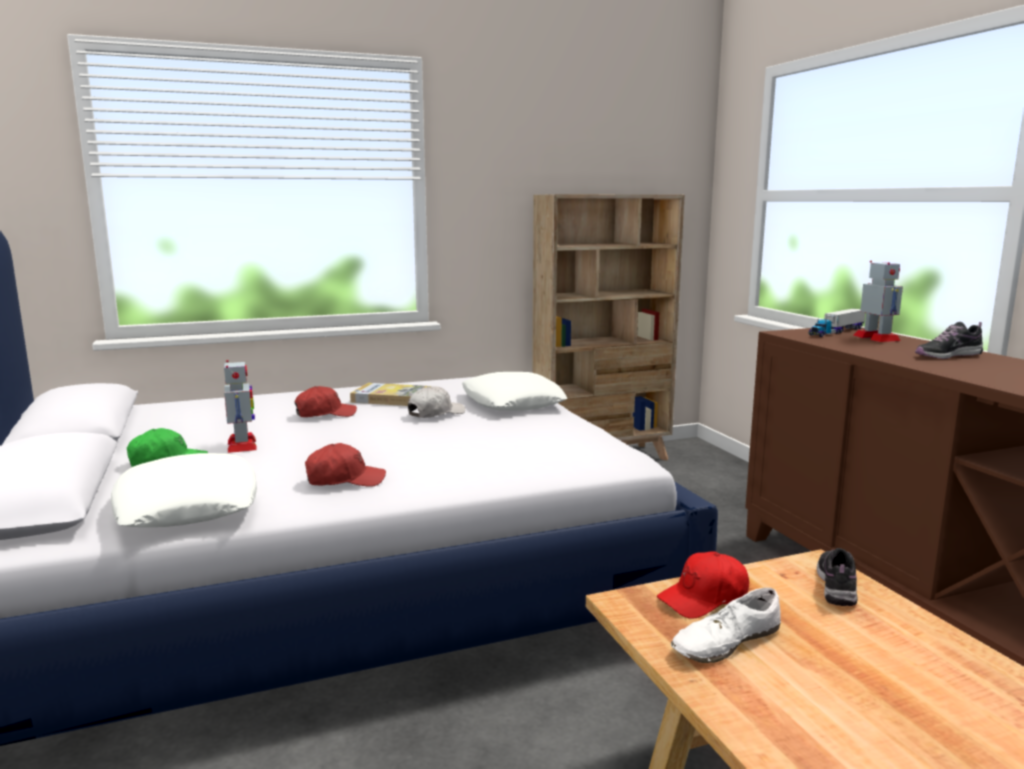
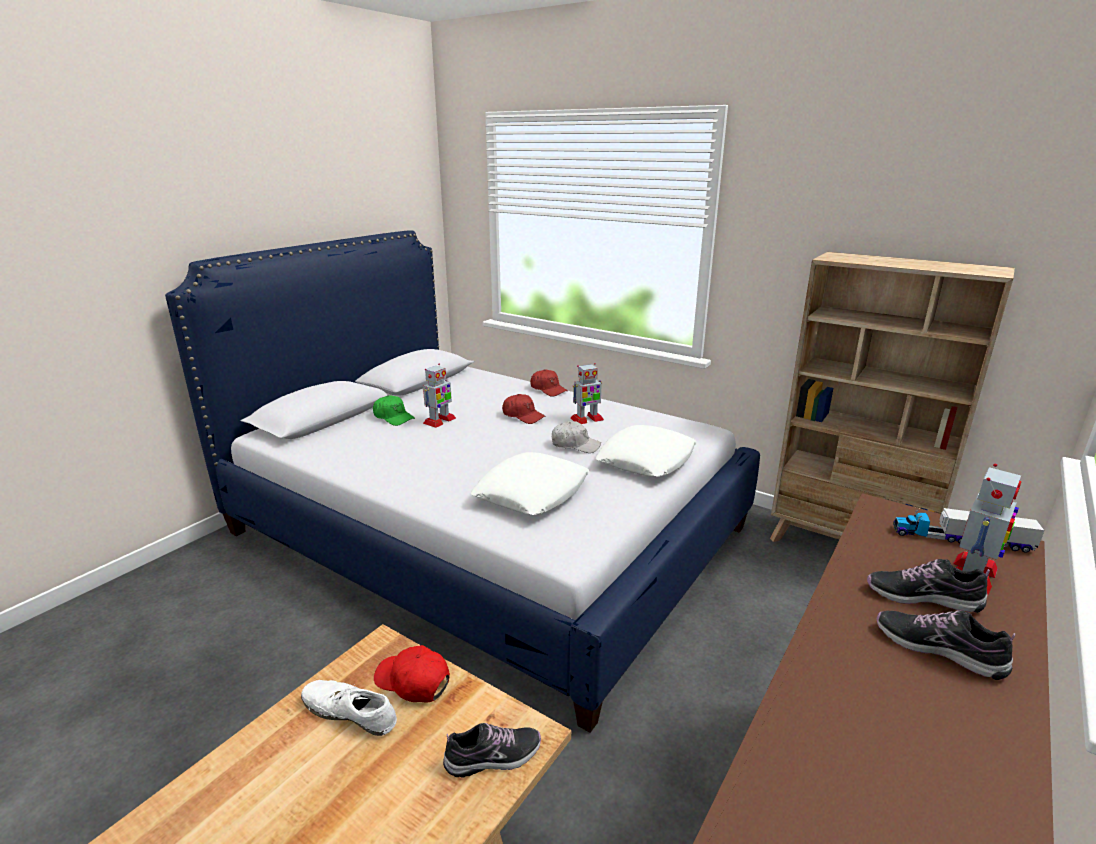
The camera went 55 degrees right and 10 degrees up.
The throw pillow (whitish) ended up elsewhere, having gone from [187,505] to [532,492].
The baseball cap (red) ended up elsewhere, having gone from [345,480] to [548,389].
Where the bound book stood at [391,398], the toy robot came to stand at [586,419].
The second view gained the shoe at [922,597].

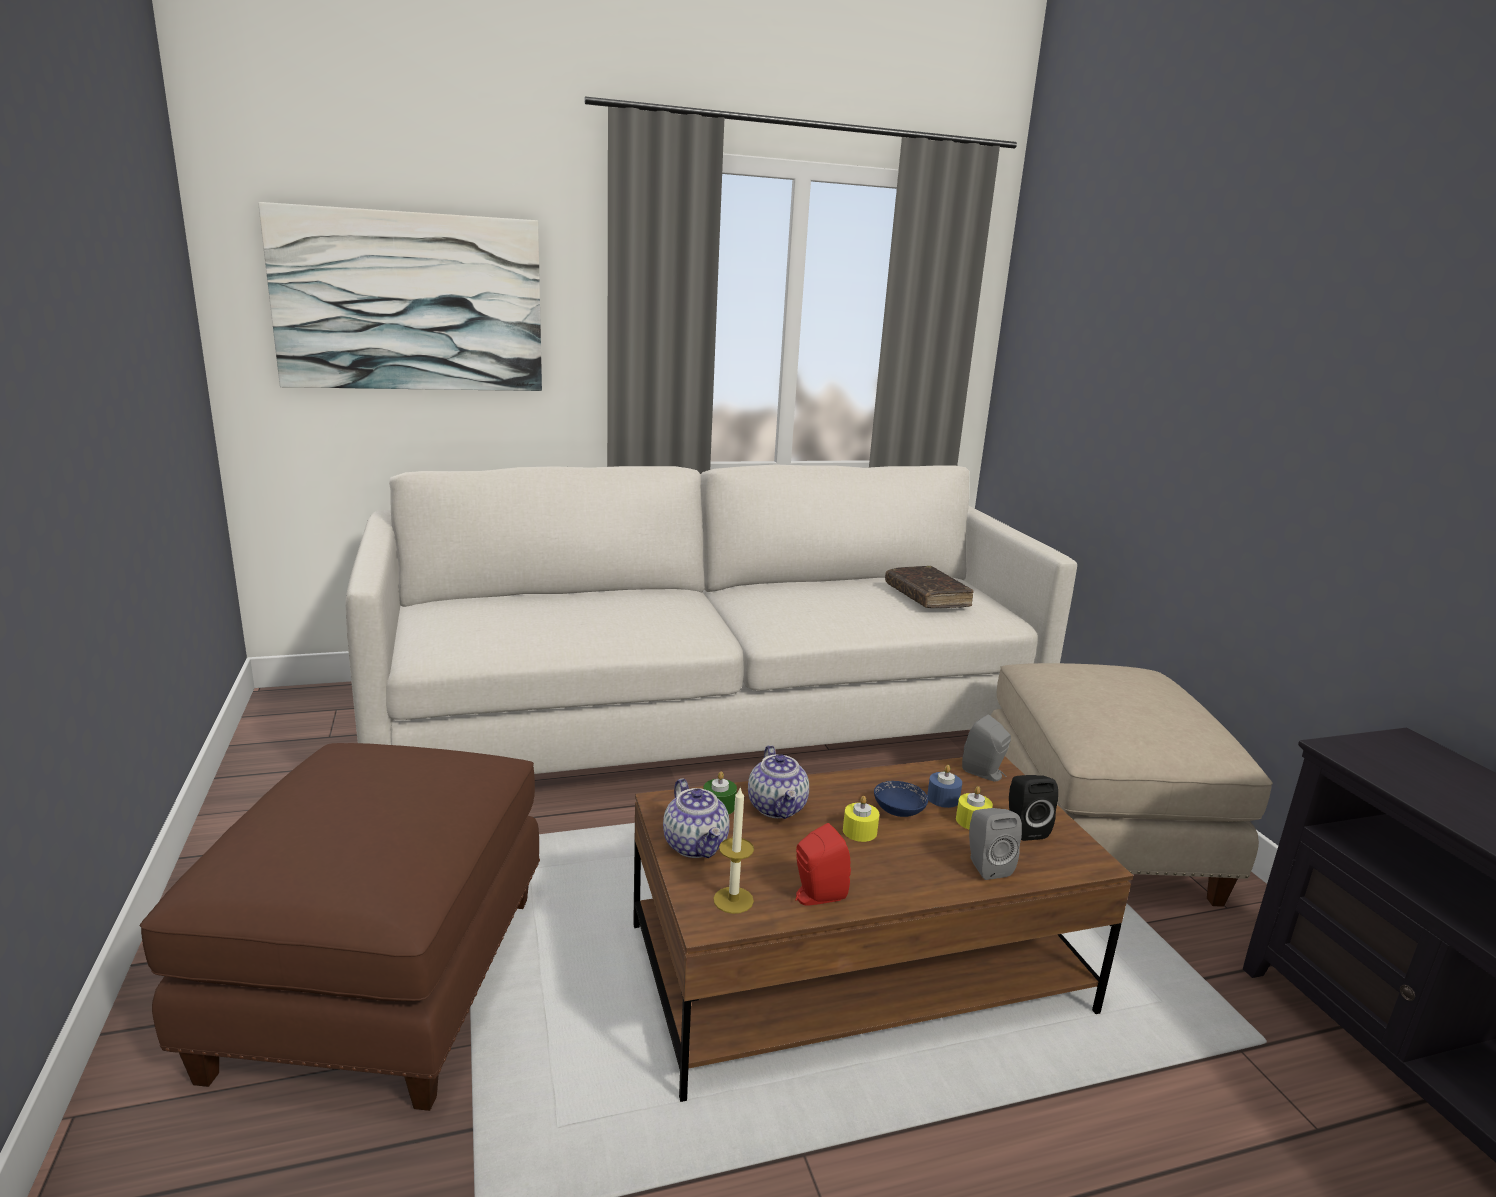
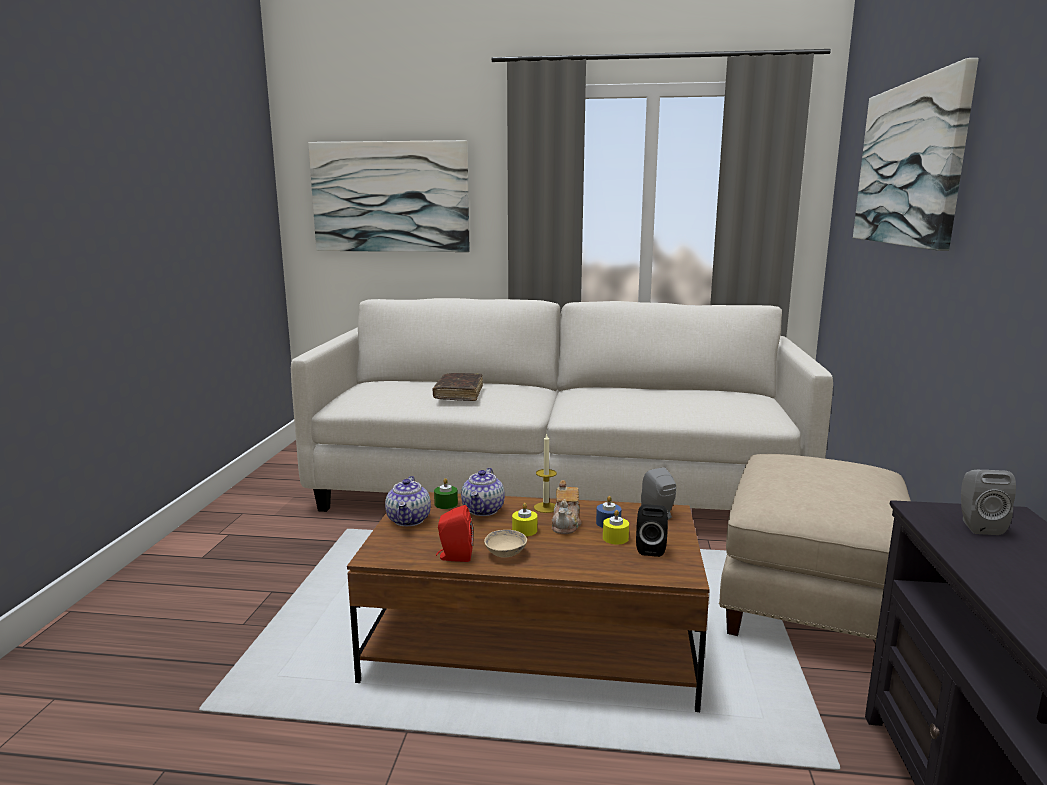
The camera went 25 degrees right and 5 degrees down.
The second view lost the pouffe (brown-coloured) at [379,980].
The candle ended up elsewhere, having gone from [733,900] to [545,507].
Where the deep dish (blue) stood at [898,811], the pot for tea came to stand at [566,524].
The bound book (brown-coloured) ended up elsewhere, having gone from [927,596] to [459,394].
The audio speaker (greyish) ended up elsewhere, having gone from [985,866] to [977,526].
The second view gained the deep dish (sand-coloured) at [505,553].
The second view gained the wall art at [909,164].

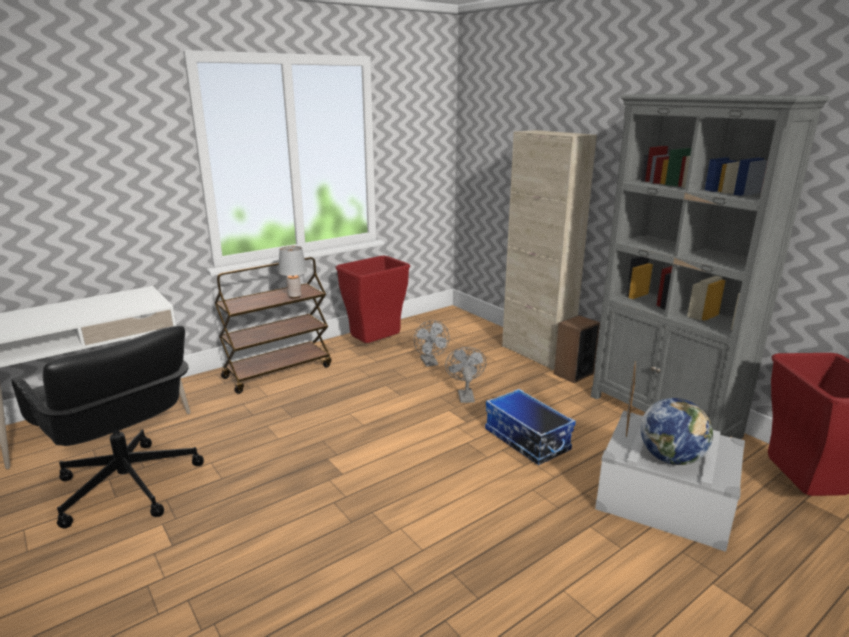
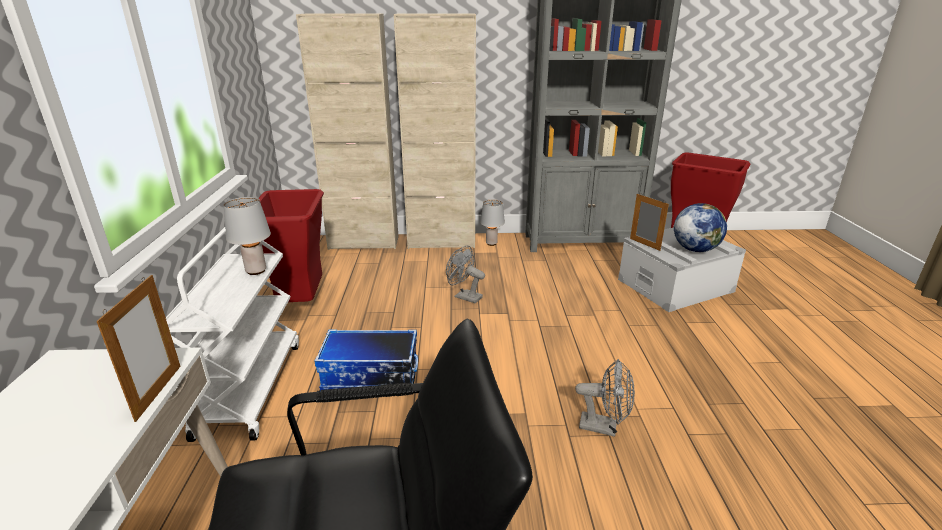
The camera went 55 degrees left and 5 degrees up.
What was the trolley (brown-coloured) at [278,371] turned into the trolley (whitish) at [250,387].
The fan (greyish) ended up elsewhere, having gone from [430,363] to [604,427].
The storage bin ended up elsewhere, having gone from [525,440] to [370,378].
Where the audio speaker stood at [573,374], the tabletop lamp (greyish) came to stand at [491,243].
The second view gained the picture frame at [159,392].
The second view gained the storage cabinet (sand-coloured) at [364,243].

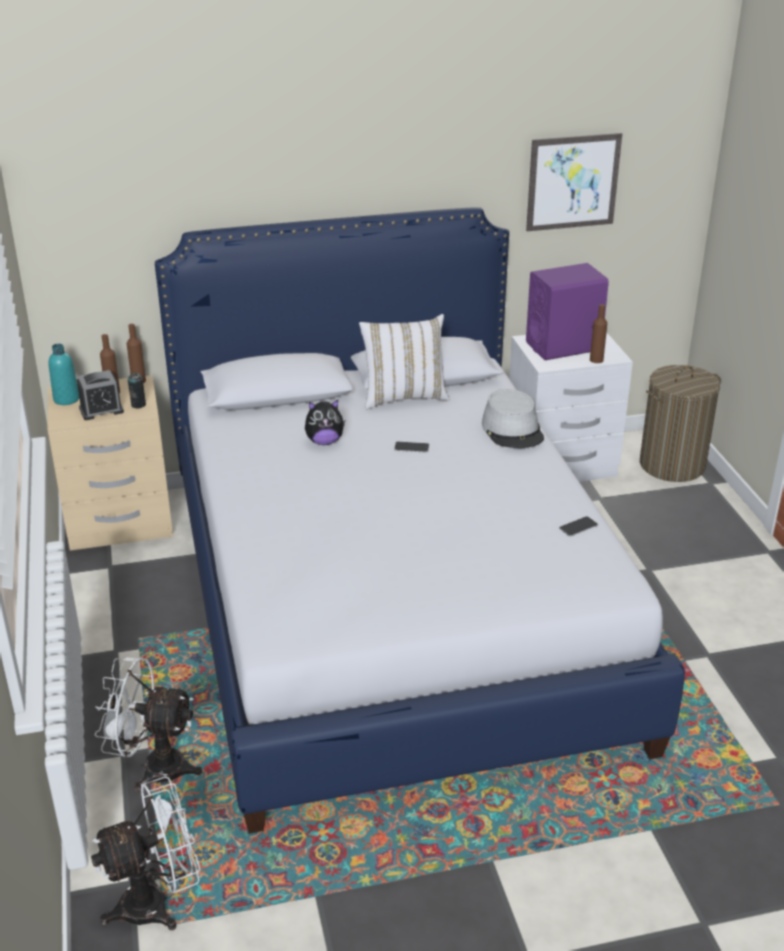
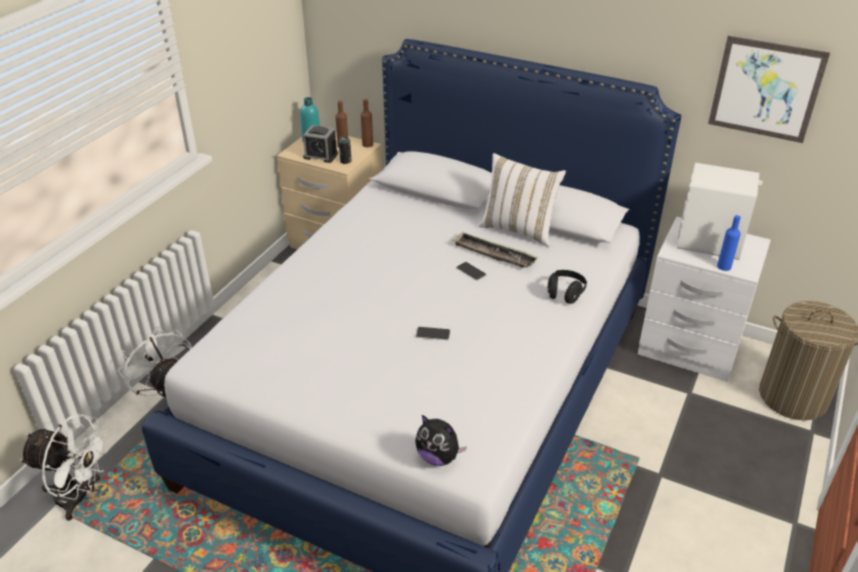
The camera went 40 degrees right and 5 degrees up.
The cuddly toy ended up elsewhere, having gone from [324,441] to [438,457].
Where the clothing hat (greyish) stood at [513,430], the headphones (black) came to stand at [565,294].
What was the audio speaker (purple) at [563,346] turned into the audio speaker (whitish) at [709,243].
The phone ended up elsewhere, having gone from [578,526] to [433,333].
What was the beverage bottle (brown-coloured) at [596,360] turned into the beverage bottle (blue) at [724,266].
The second view gained the carrying tray at [494,254].

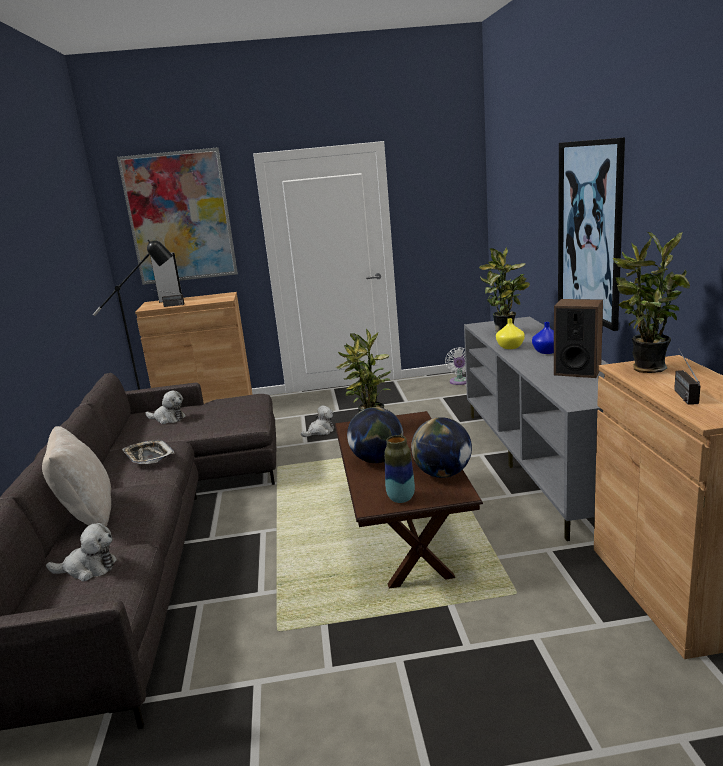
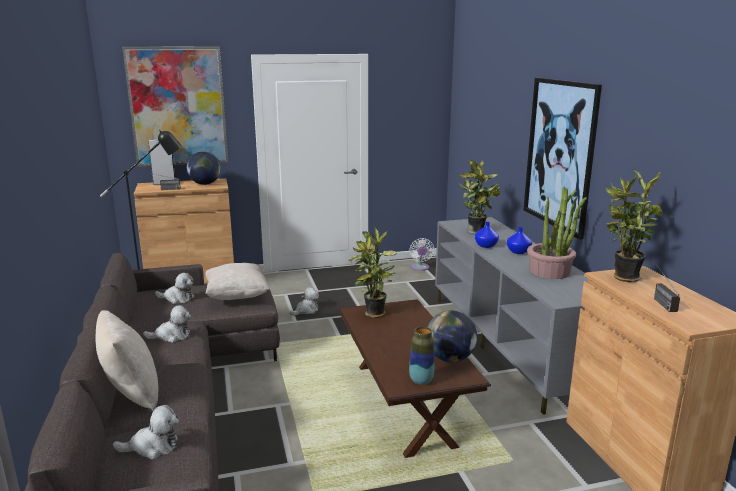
The camera went 10 degrees left and 0 degrees up.
Where the carrying tray stood at [148,456], the cuddly toy came to stand at [172,336].
The globe ended up elsewhere, having gone from [377,460] to [205,184].
What was the flower vase (yellow) at [509,347] turned into the flower vase (blue) at [485,245].
Where the audio speaker stood at [577,371], the plant in a pot came to stand at [550,271].
The second view gained the throw pillow (sand-coloured) at [237,296].

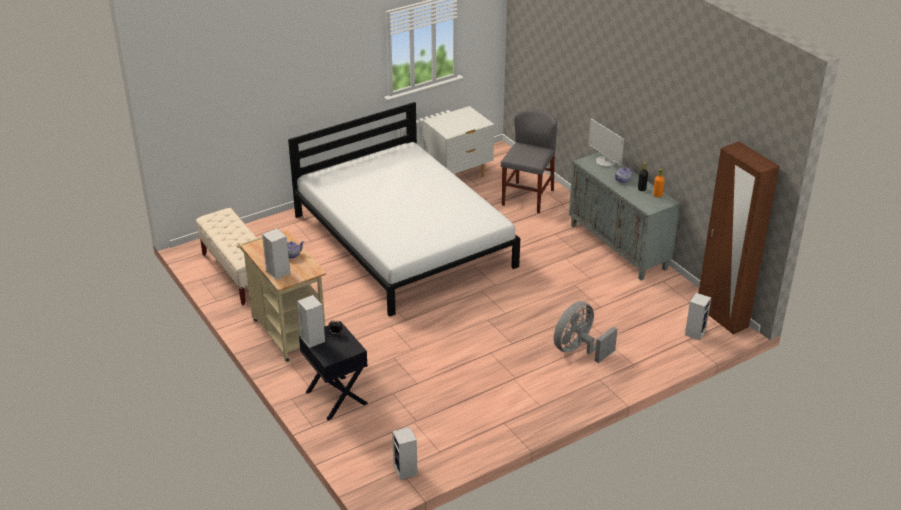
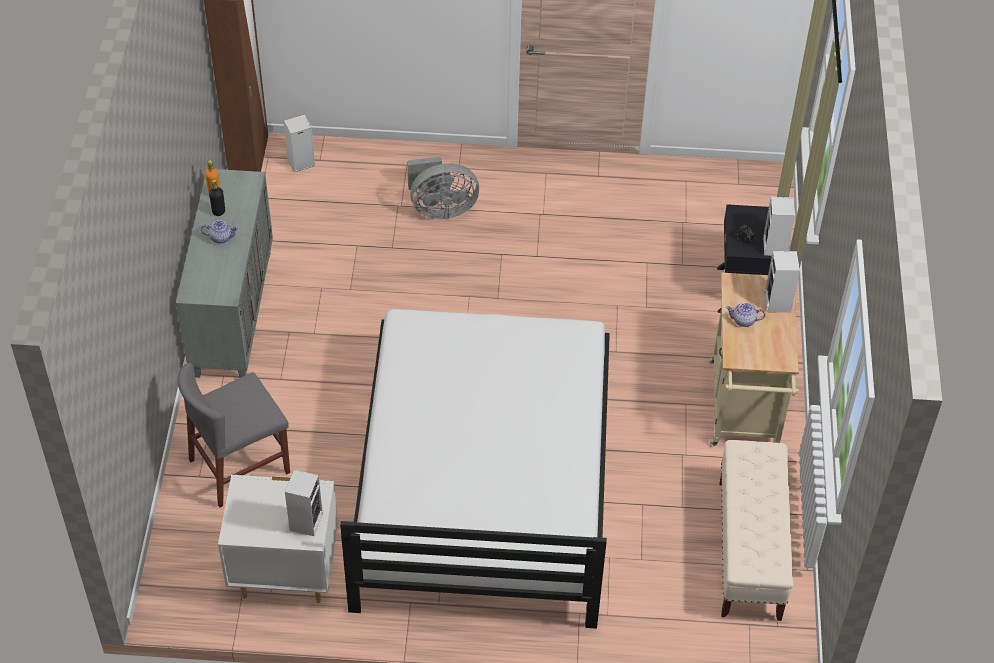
The camera went 145 degrees left and 15 degrees up.
The audio speaker ended up elsewhere, having gone from [406,471] to [306,520].
The second view lost the computer screen at [605,162].

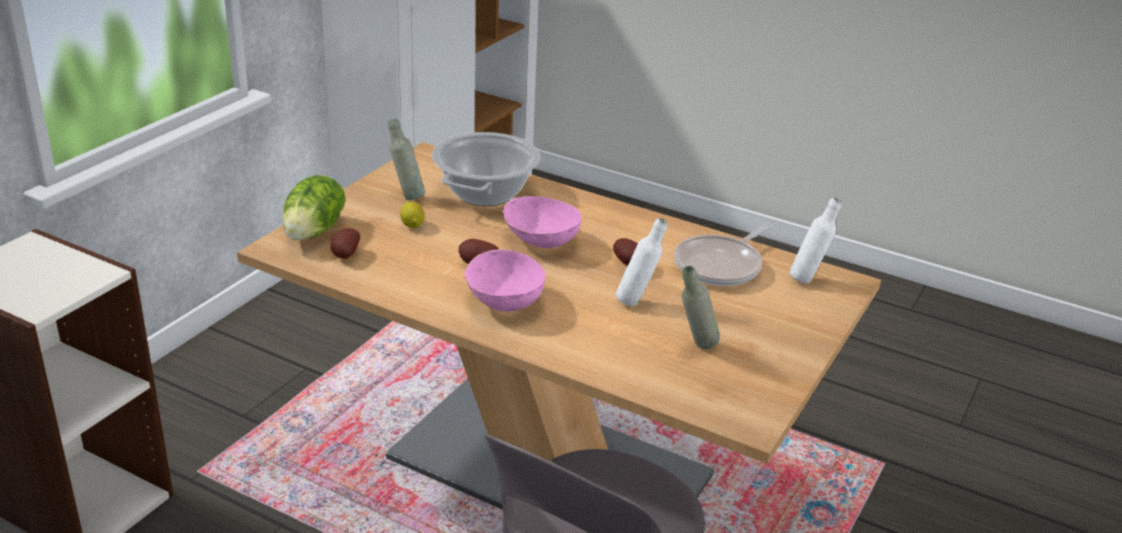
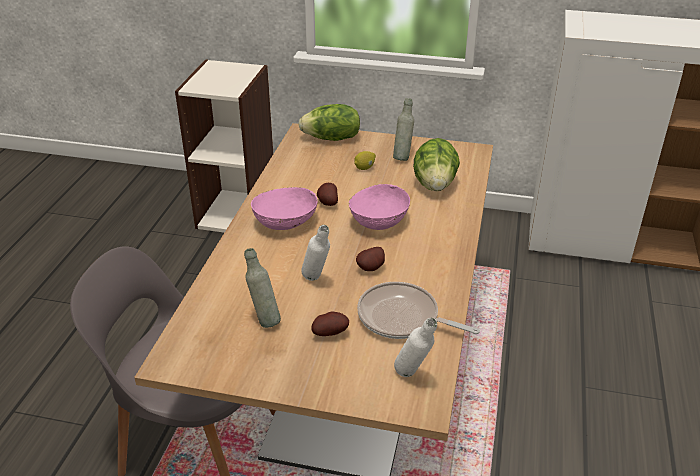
The camera went 75 degrees right and 5 degrees up.
The potato ended up elsewhere, having gone from [344,255] to [330,333].
Where the stockpot stood at [485,192], the head of lettuce came to stand at [435,185].

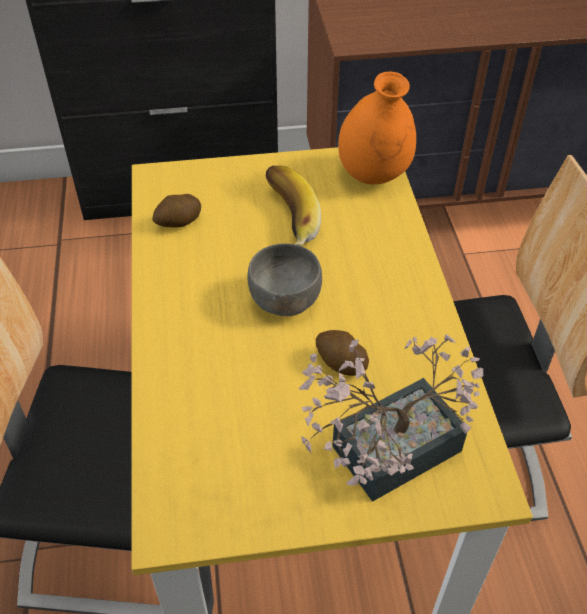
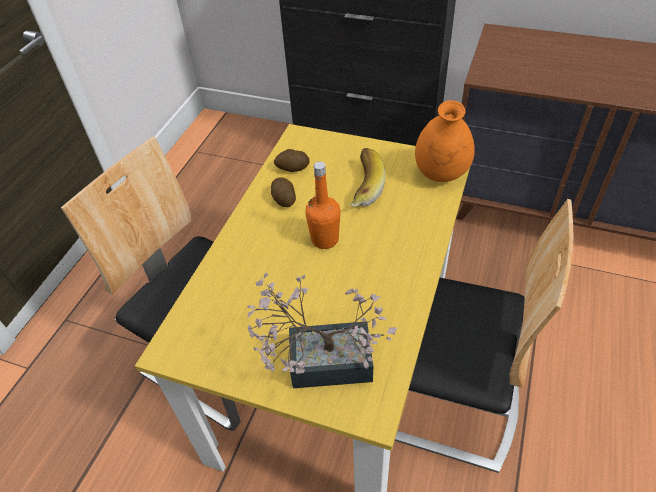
The camera went 30 degrees right and 0 degrees up.
Where the deep dish (greyish) stood at [285,300], the beverage bottle (orange) came to stand at [325,239].
The potato ended up elsewhere, having gone from [340,363] to [284,199].

